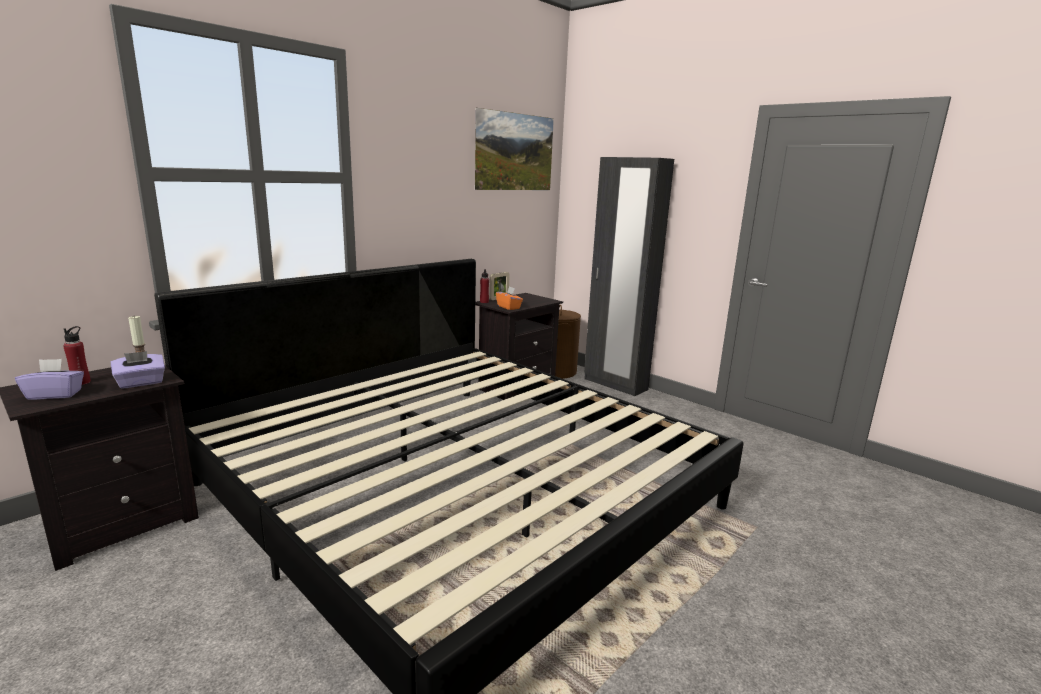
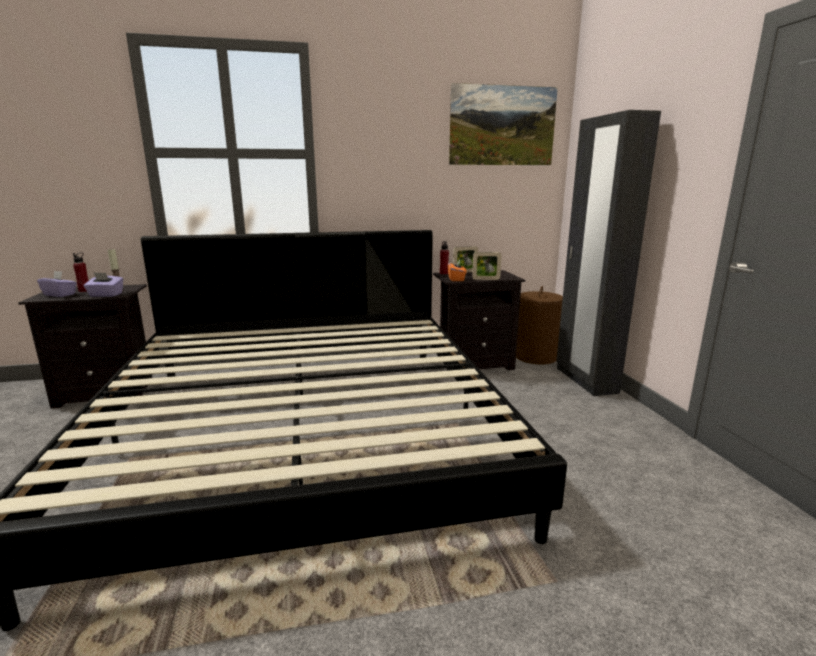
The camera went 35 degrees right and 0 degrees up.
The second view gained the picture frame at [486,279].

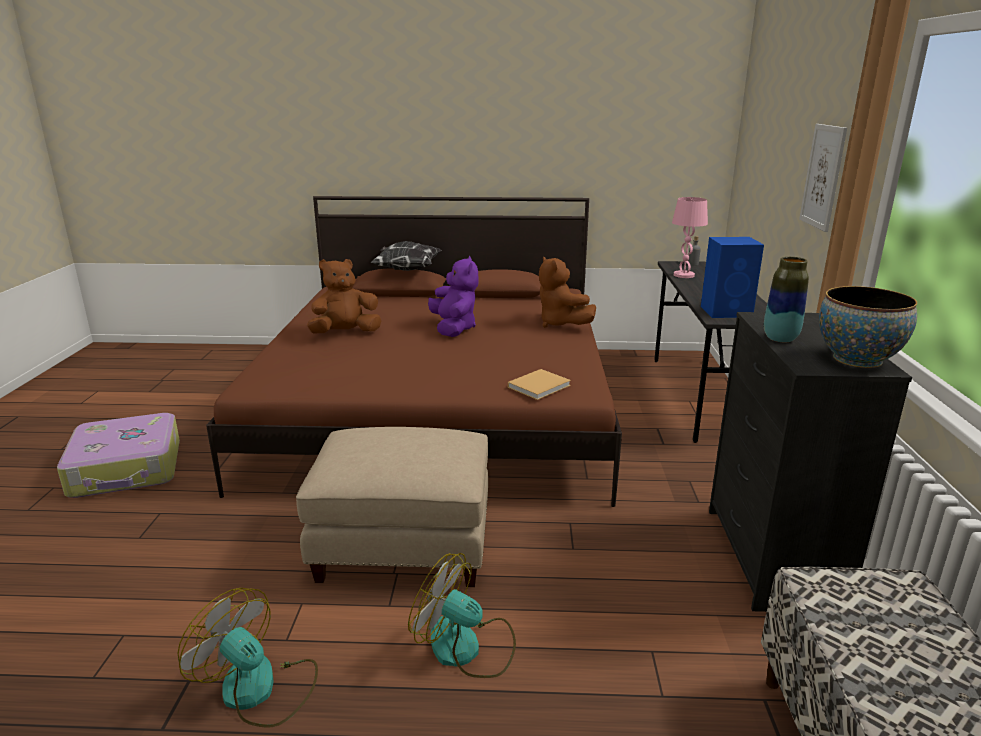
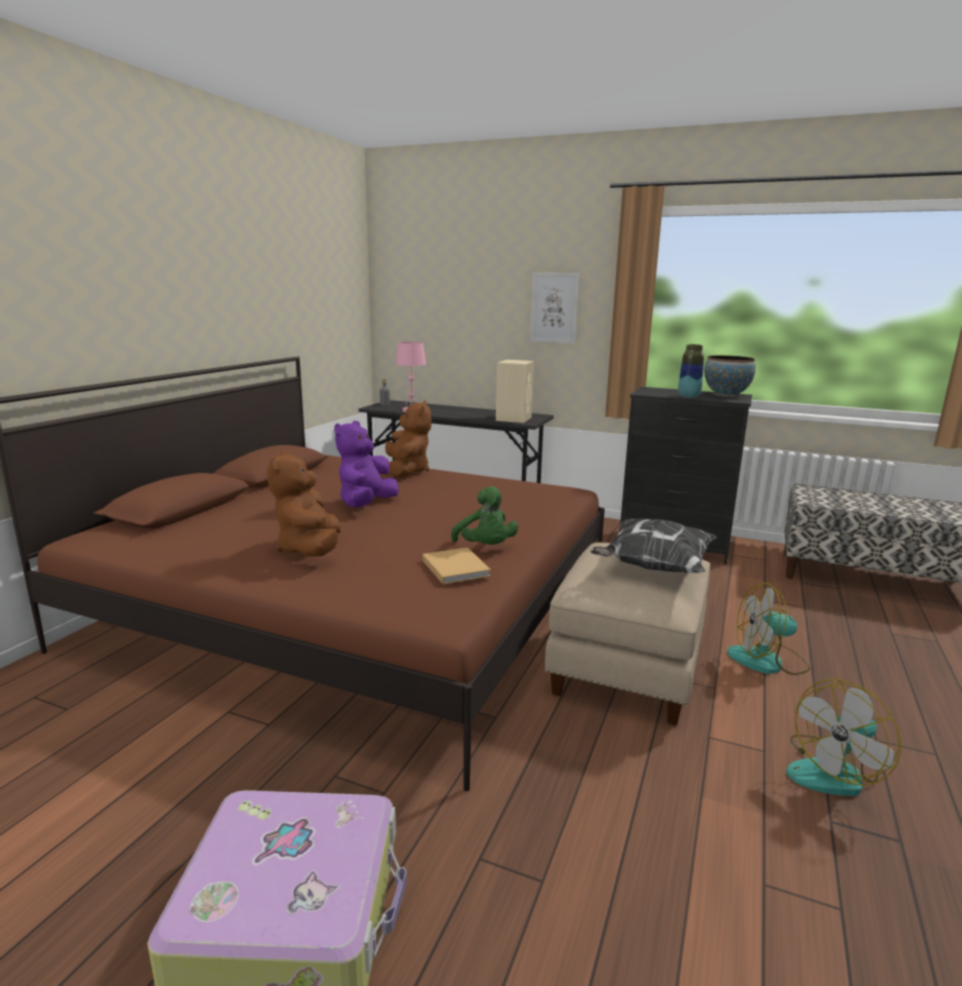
The camera went 70 degrees left and 5 degrees down.
The throw pillow ended up elsewhere, having gone from [406,270] to [653,568].
The fan at [466,648] ended up facing another way, 45 degrees clockwise from before.
The cuddly toy (purple) at [454,328] ended up facing another way, 75 degrees counterclockwise from before.
The bound book (sand-coloured) ended up elsewhere, having gone from [540,386] to [455,567].
The cuddly toy (brown-coloured) at [561,324] ended up facing another way, 90 degrees counterclockwise from before.
What was the audio speaker (blue) at [727,312] turned into the audio speaker (sand-coloured) at [514,418].
The second view gained the cuddly toy (green-coloured) at [485,548].

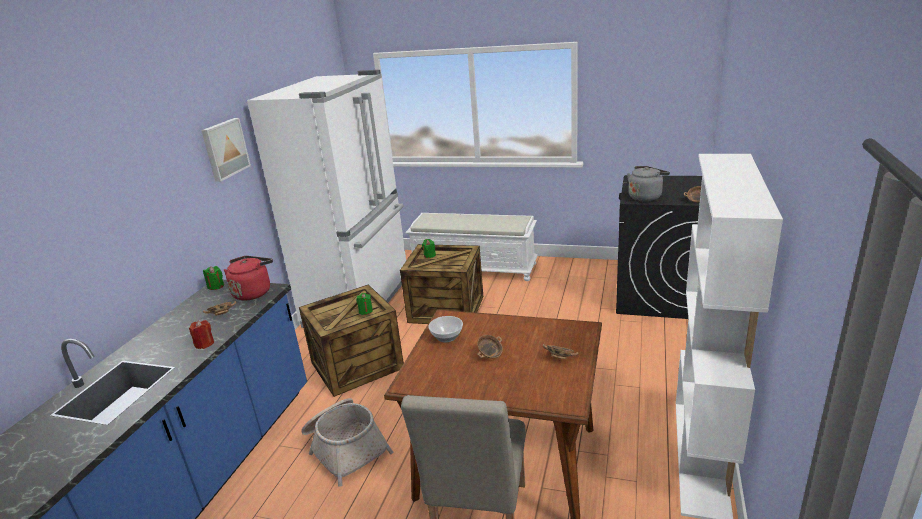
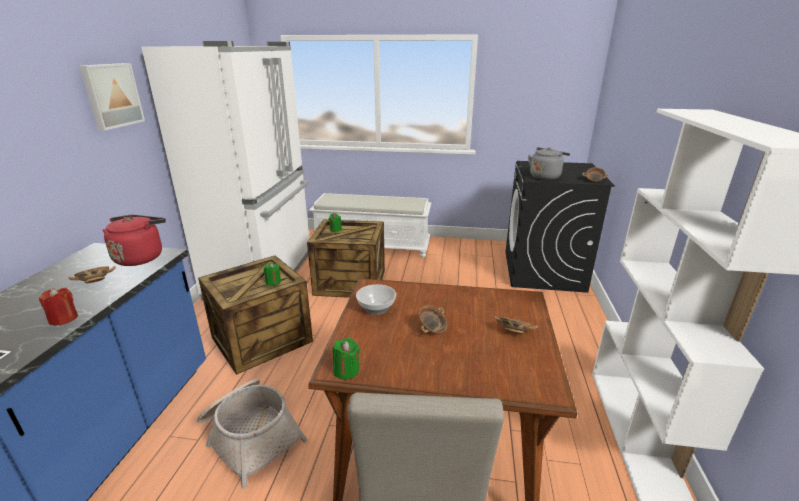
The camera went 10 degrees left and 0 degrees up.
The candle (green-coloured) ended up elsewhere, having gone from [216,286] to [346,371].

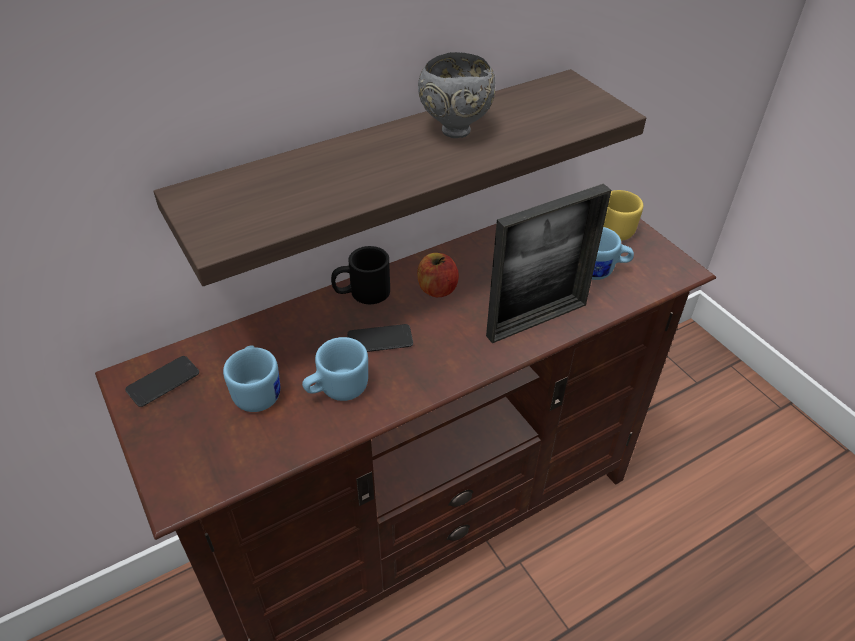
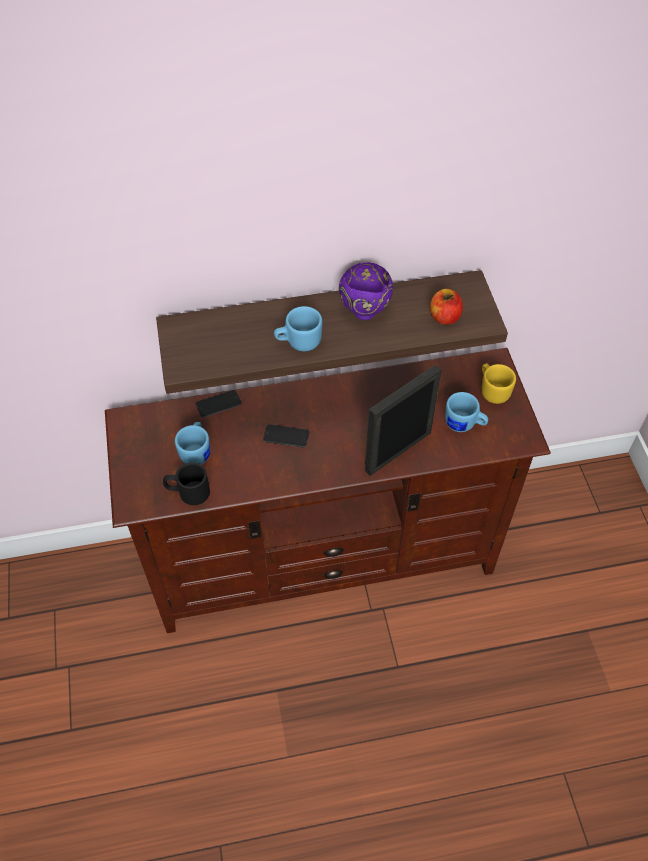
The camera went 20 degrees right and 10 degrees up.
The phone ended up elsewhere, having gone from [163,382] to [218,404].
The coffee mug (blue) ended up elsewhere, having gone from [336,389] to [298,342].
The coffee mug (black) ended up elsewhere, having gone from [361,293] to [187,492].
The whole apple ended up elsewhere, having gone from [437,289] to [444,317].
What was the deep dish (greyish) at [454,130] turned into the deep dish (purple) at [364,311].
The picture frame at [537,320] ended up facing another way, 150 degrees clockwise from before.

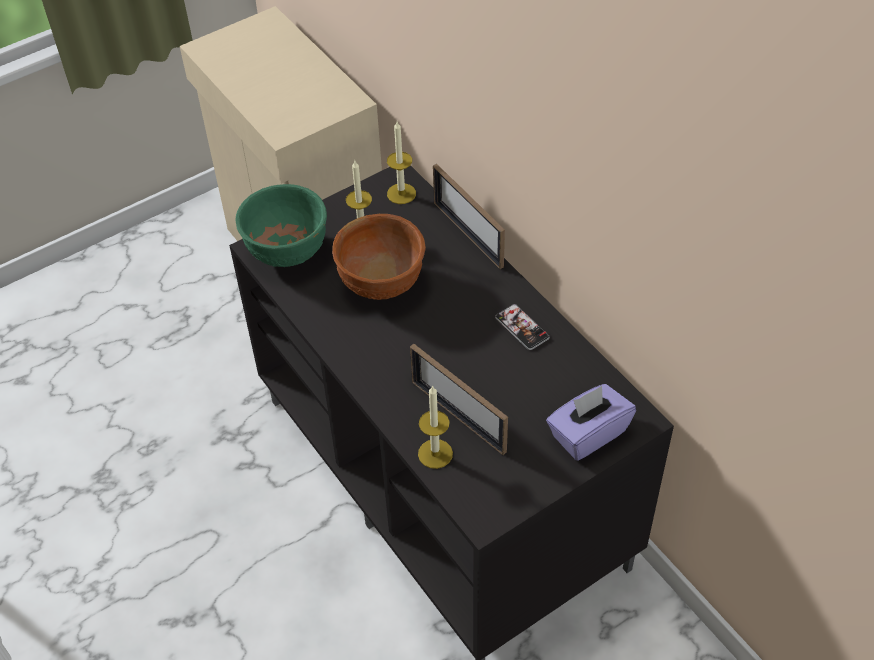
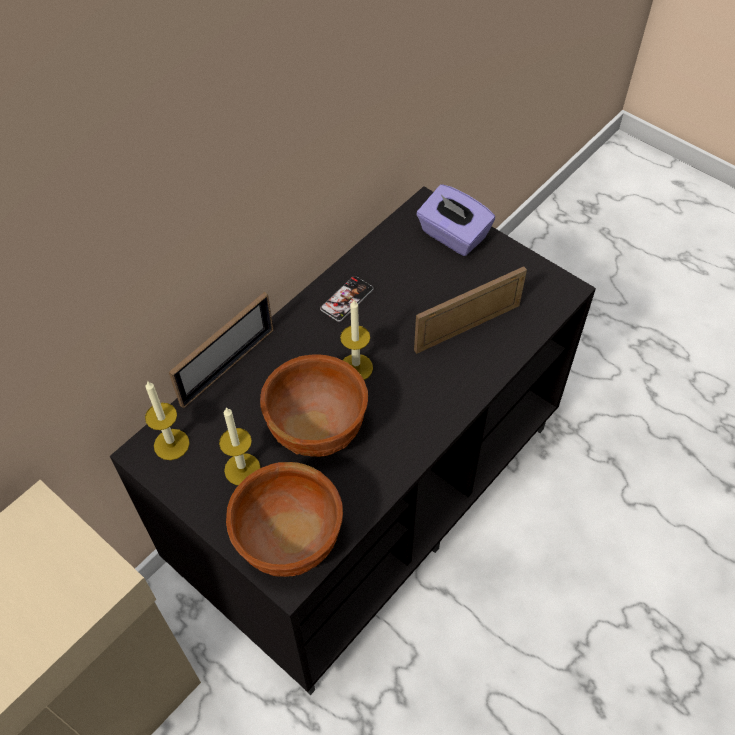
The camera went 105 degrees left and 5 degrees up.
What was the deep dish (green-coloured) at [287,251] turned into the deep dish (brown-coloured) at [288,542].
The picture frame at [458,416] ended up facing another way, 150 degrees counterclockwise from before.
The candle ended up elsewhere, having gone from [435,453] to [356,367].

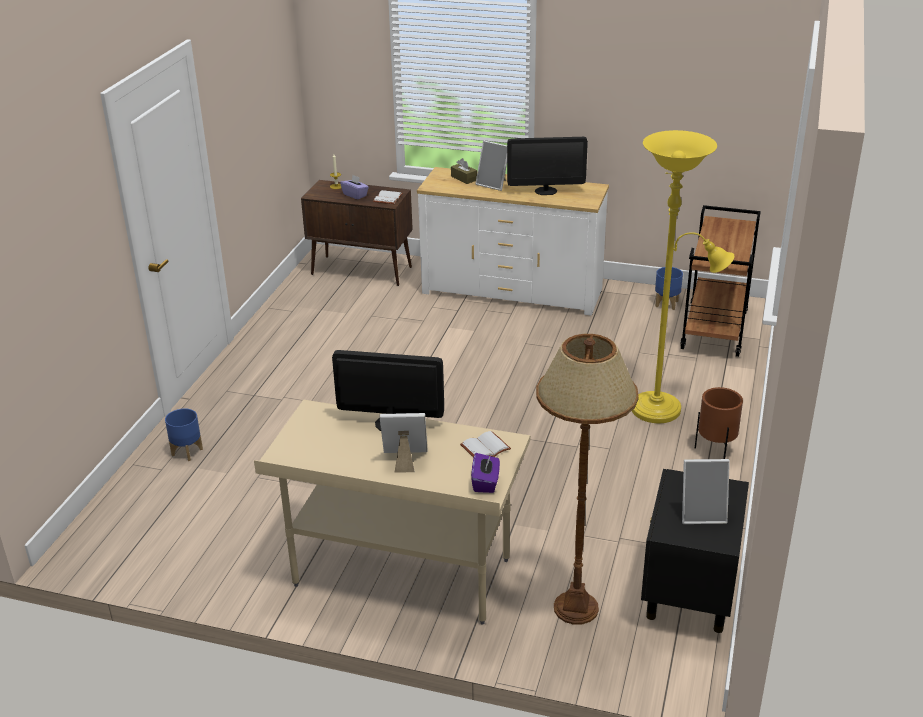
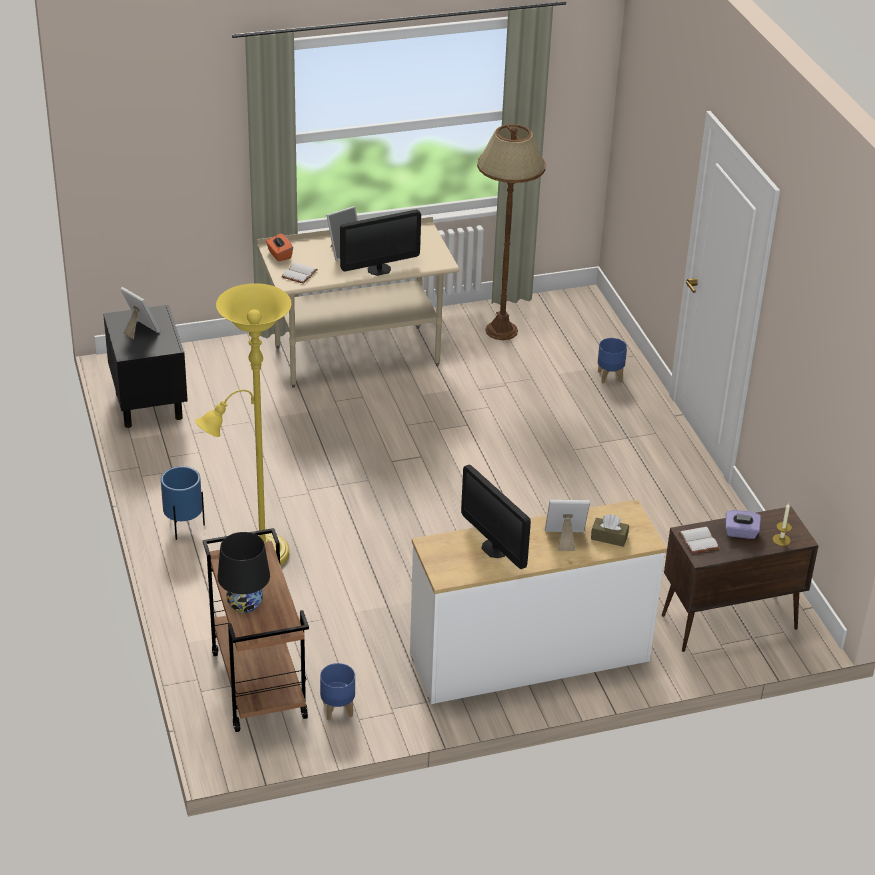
The camera went 145 degrees right and 5 degrees up.
What was the tissue box (purple) at [485,482] turned into the tissue box (orange) at [279,255].
The computer screen at [545,191] ended up facing another way, 90 degrees counterclockwise from before.
The standard lamp (brown-coloured) ended up elsewhere, having gone from [576,608] to [501,331].
The picture frame at [702,514] ended up facing another way, 75 degrees clockwise from before.
What was the flower pot (brown-coloured) at [715,451] turned into the flower pot (blue) at [184,528].
The second view gained the tabletop lamp (black) at [244,604].

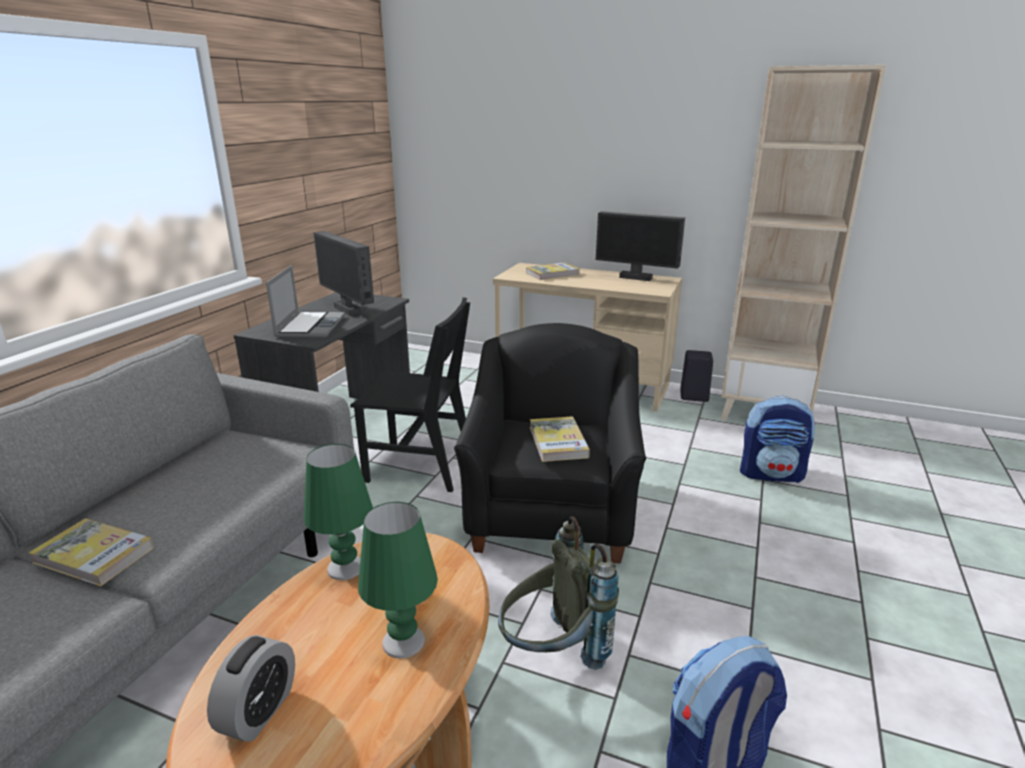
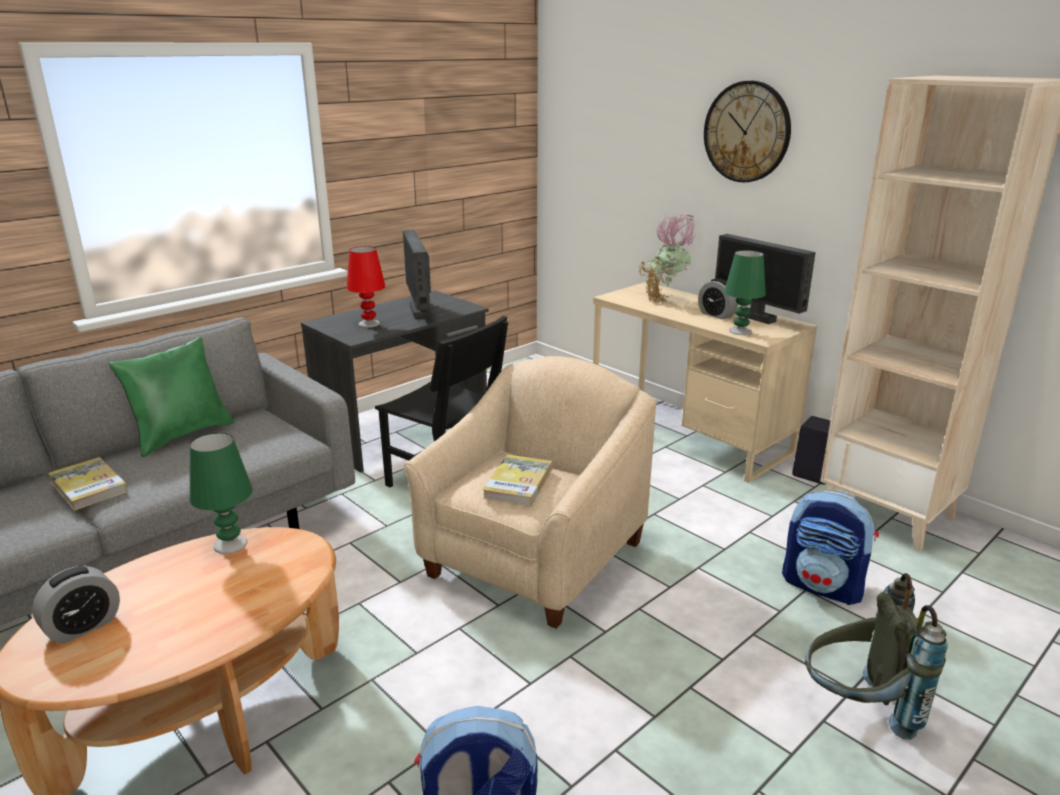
The camera went 25 degrees right and 0 degrees up.
Where the portable computer stood at [310,326], the tabletop lamp (red) came to stand at [369,324].
The tabletop lamp (green-coloured) ended up elsewhere, having gone from [403,642] to [740,331].
What was the lounge chair (black) at [552,511] turned into the lounge chair (sand-coloured) at [534,559].
The backpack (greyish) ended up elsewhere, having gone from [552,654] to [857,710].
Where the bound book stood at [552,274], the plant in a pot came to stand at [665,300].
The second view gained the throw pillow (green-coloured) at [182,435].
The second view gained the table clock at [716,315].
The second view gained the hanging clock at [747,132].

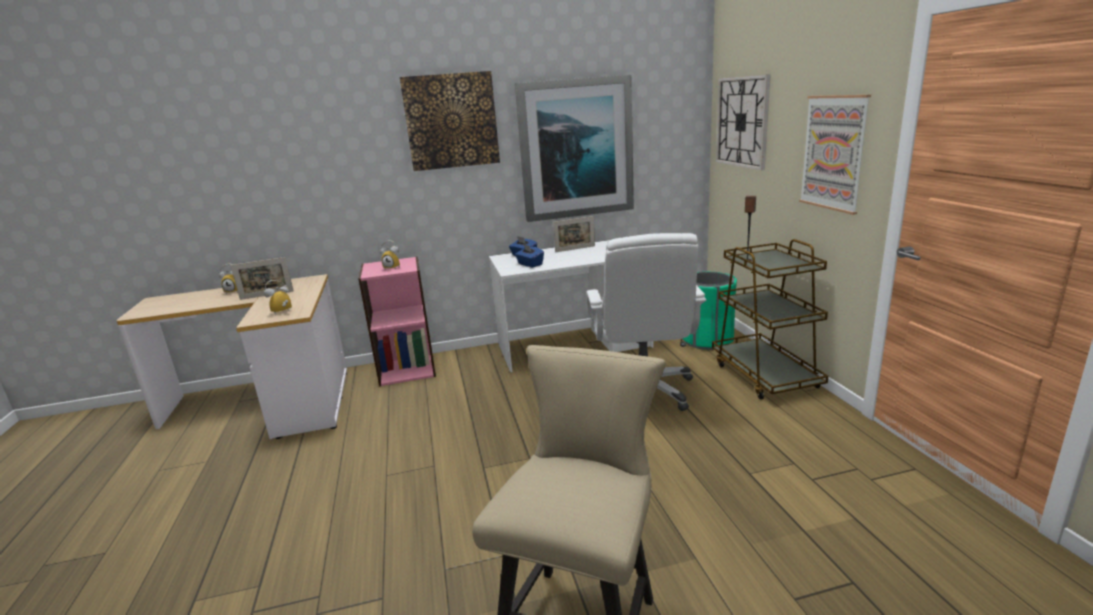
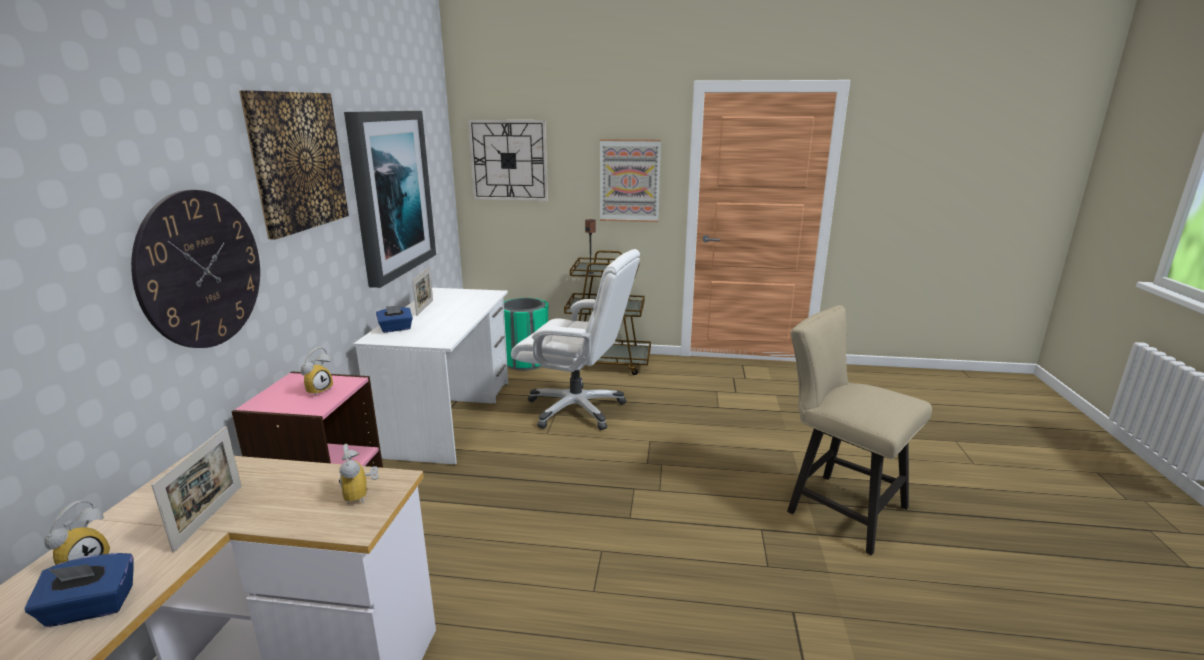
The camera went 70 degrees left and 0 degrees up.
The tissue box (blue) ended up elsewhere, having gone from [530,264] to [90,608].
The second view gained the hanging clock at [201,269].

